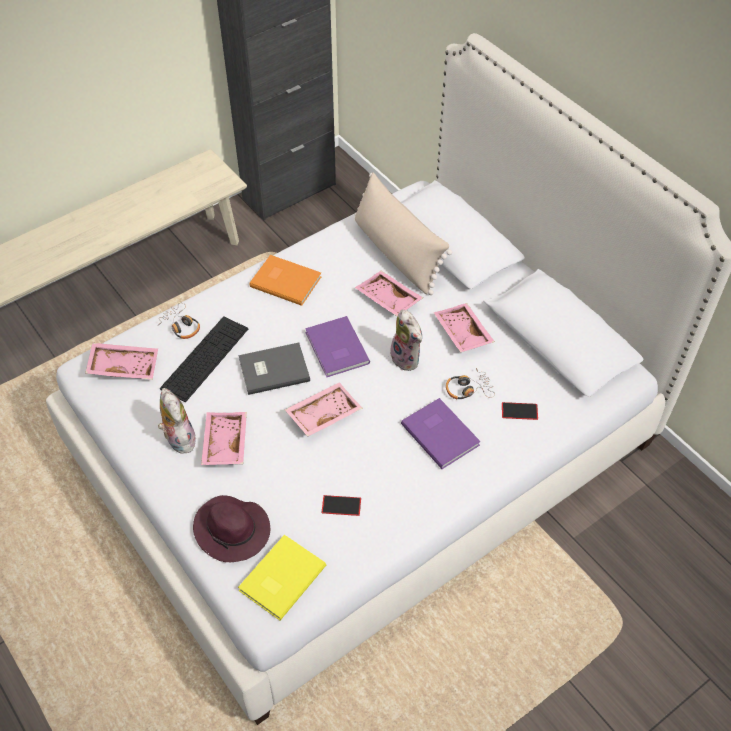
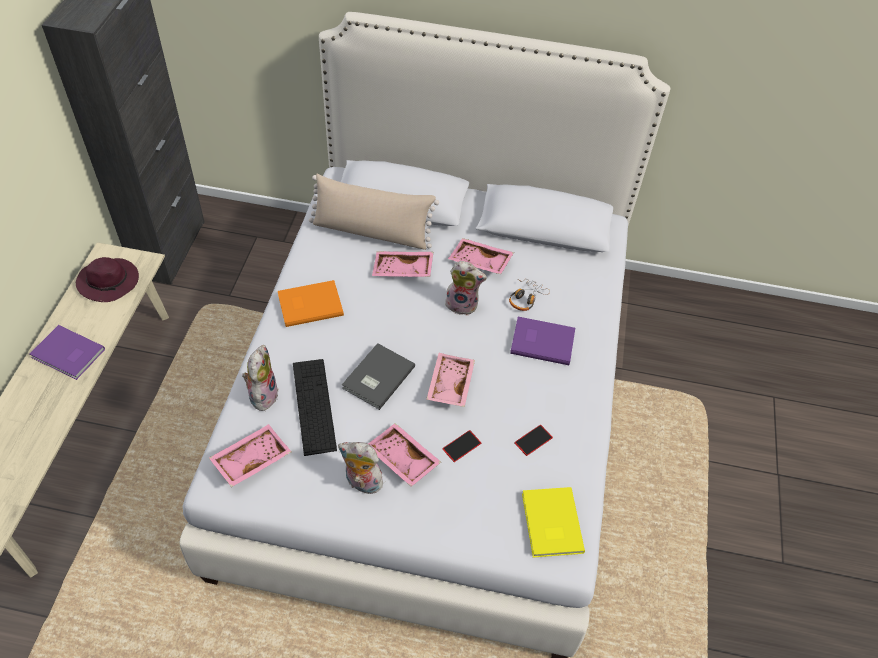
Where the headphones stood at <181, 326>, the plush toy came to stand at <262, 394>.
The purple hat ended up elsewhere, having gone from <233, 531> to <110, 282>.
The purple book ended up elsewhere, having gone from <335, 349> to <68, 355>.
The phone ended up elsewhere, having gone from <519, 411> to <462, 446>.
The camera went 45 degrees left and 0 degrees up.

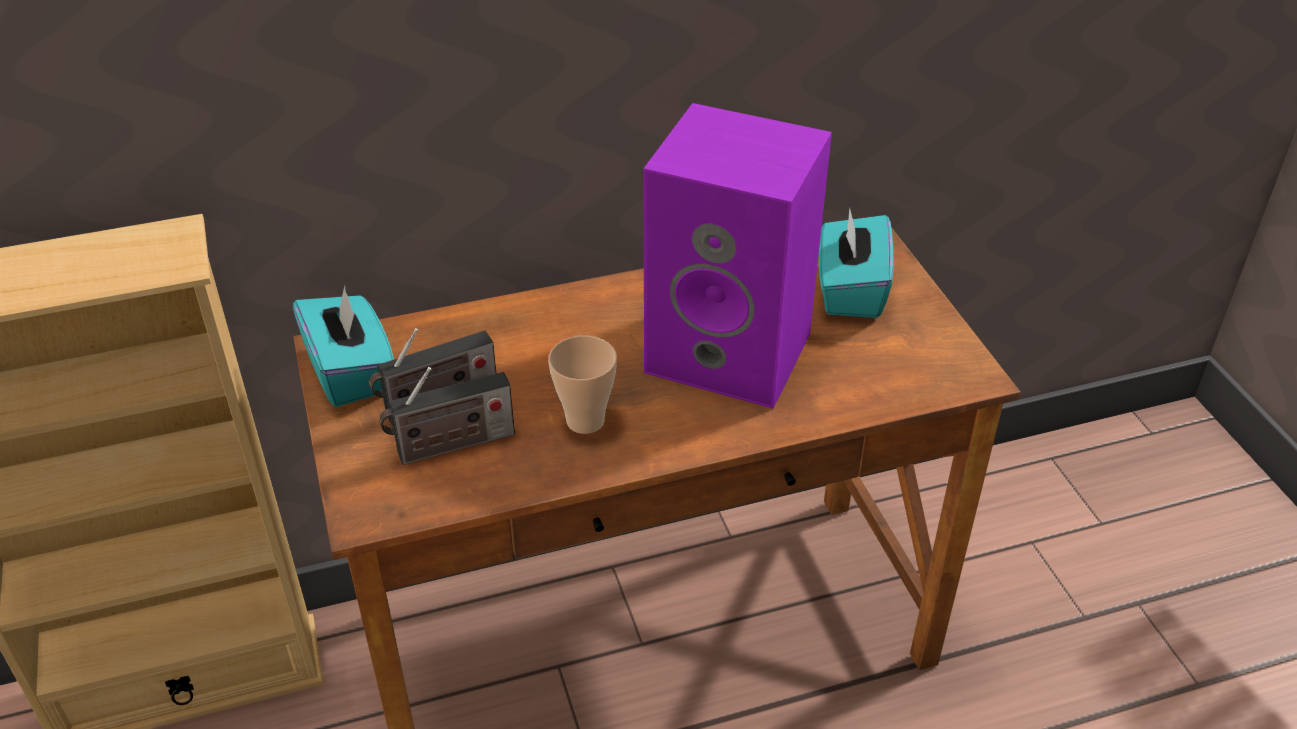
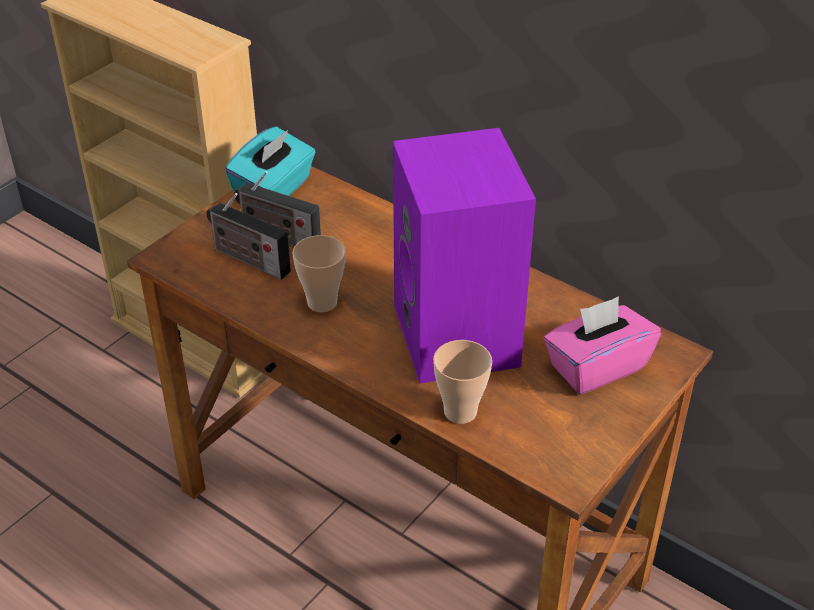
What was the turquoise tissue box at <850, 291> turned into the pink tissue box at <596, 367>.
The second view gained the cup at <460, 412>.
The camera went 55 degrees right and 0 degrees up.

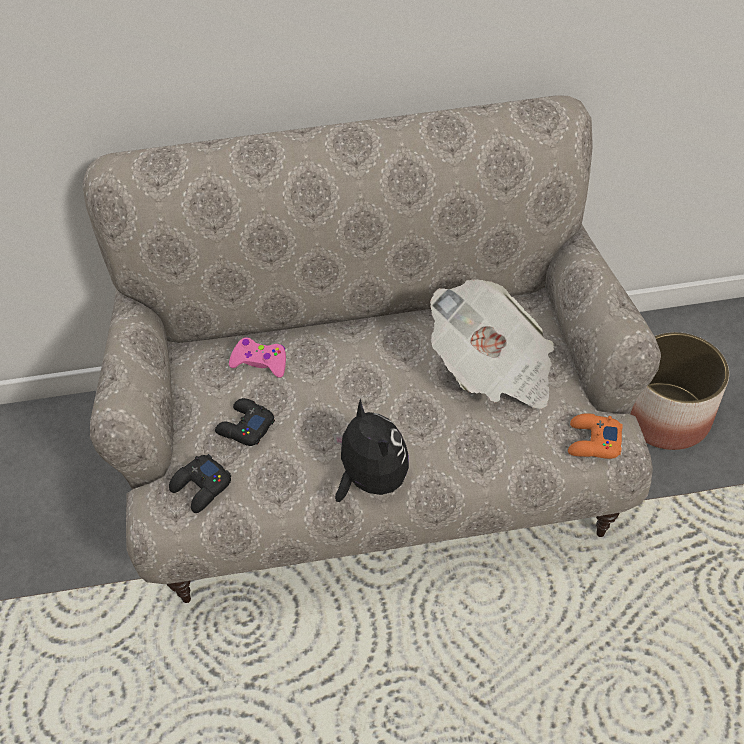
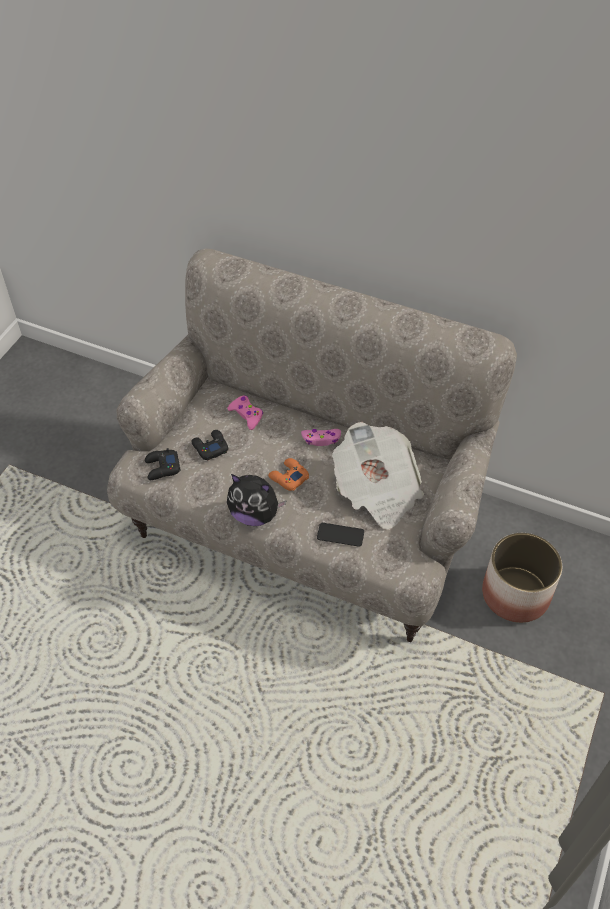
The plush toy at <371, 479> ended up facing another way, 105 degrees clockwise from before.
The orange game controller ended up elsewhere, having gone from <593, 442> to <288, 477>.
The second view gained the pink game controller at <321, 439>.
The second view gained the phone at <340, 535>.
The camera went 30 degrees right and 0 degrees up.

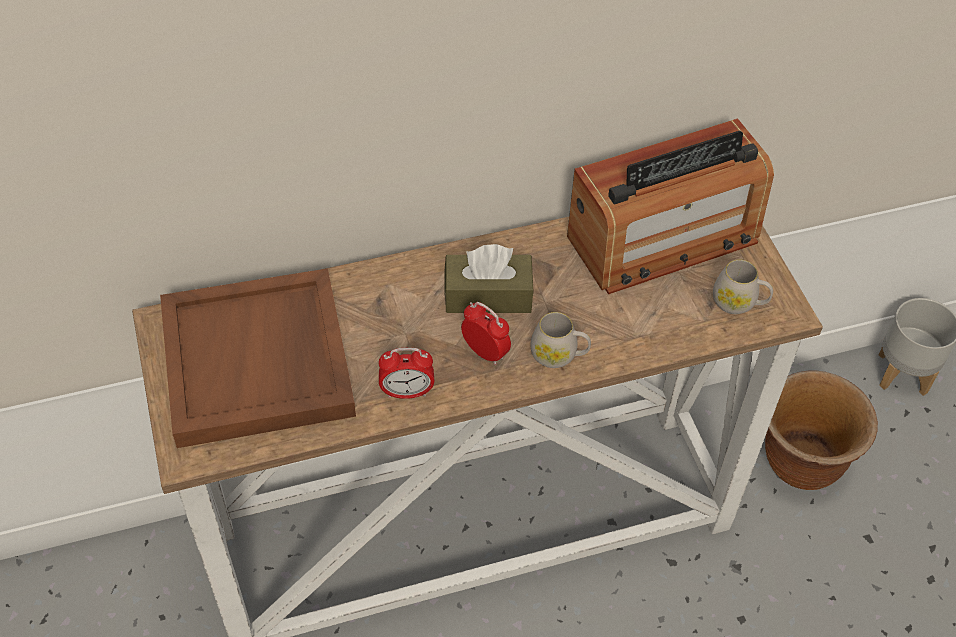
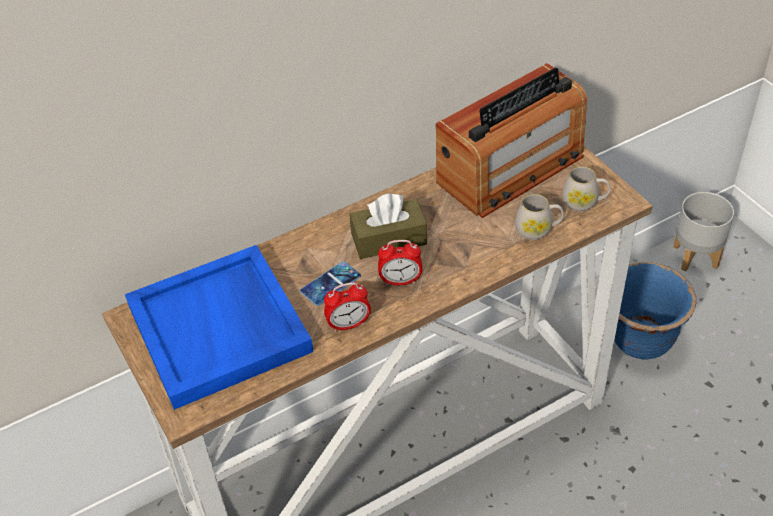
What was the brown tray at <259, 362> turned into the blue tray at <221, 329>.
The alarm clock at <485, 352> ended up facing another way, 150 degrees clockwise from before.
The white mug ended up elsewhere, having gone from <559, 355> to <538, 230>.
What was the brown planter at <801, 464> turned into the blue planter at <640, 341>.
The second view gained the phone at <330, 284>.
The camera went 10 degrees left and 5 degrees down.

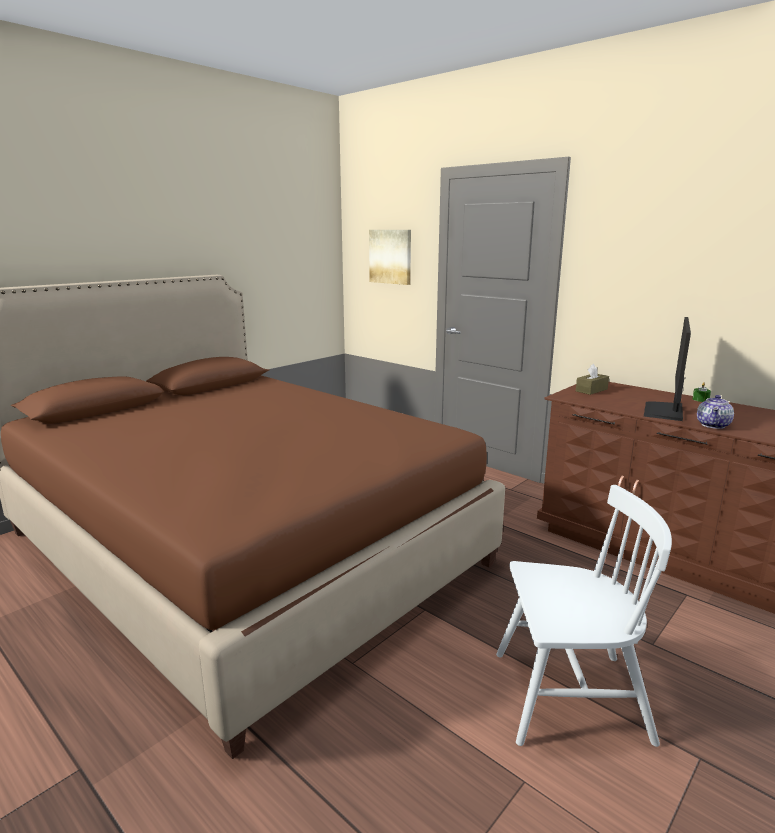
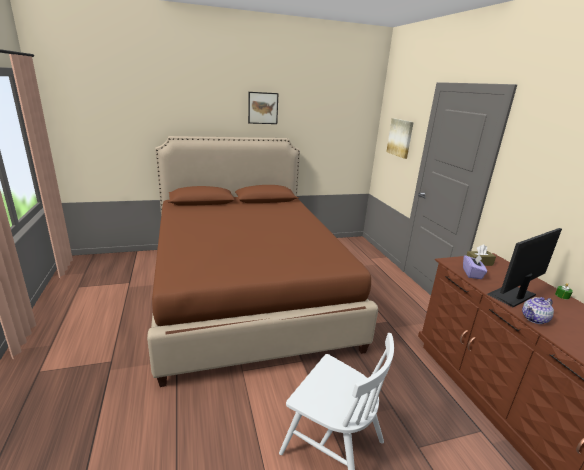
The second view gained the picture at <263, 108>.
The second view gained the purple tissue box at <472, 274>.
The camera went 30 degrees right and 5 degrees up.

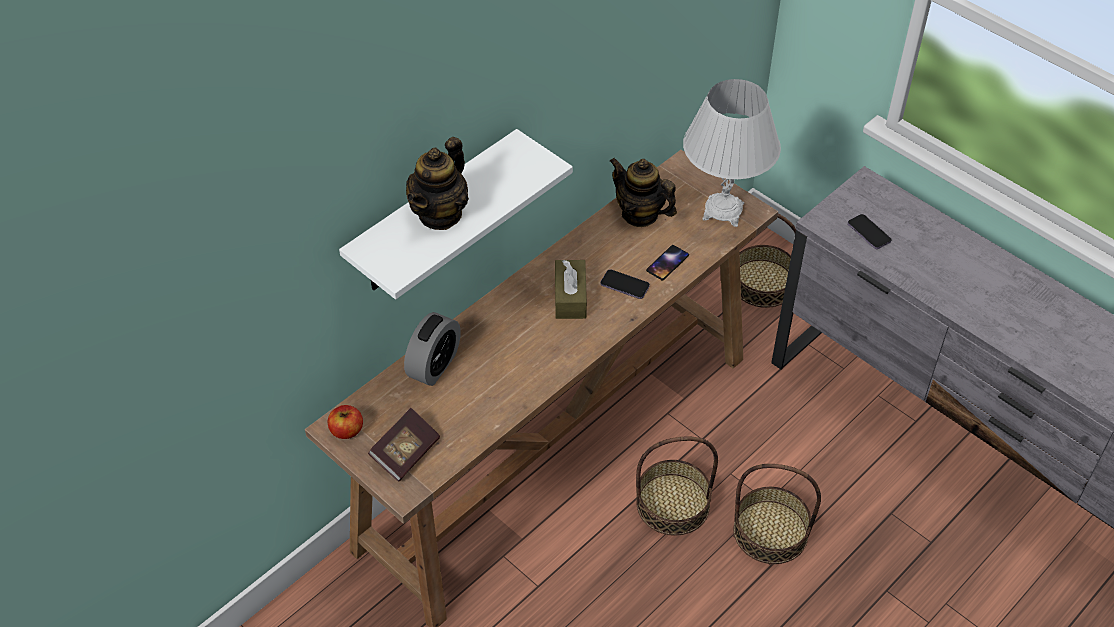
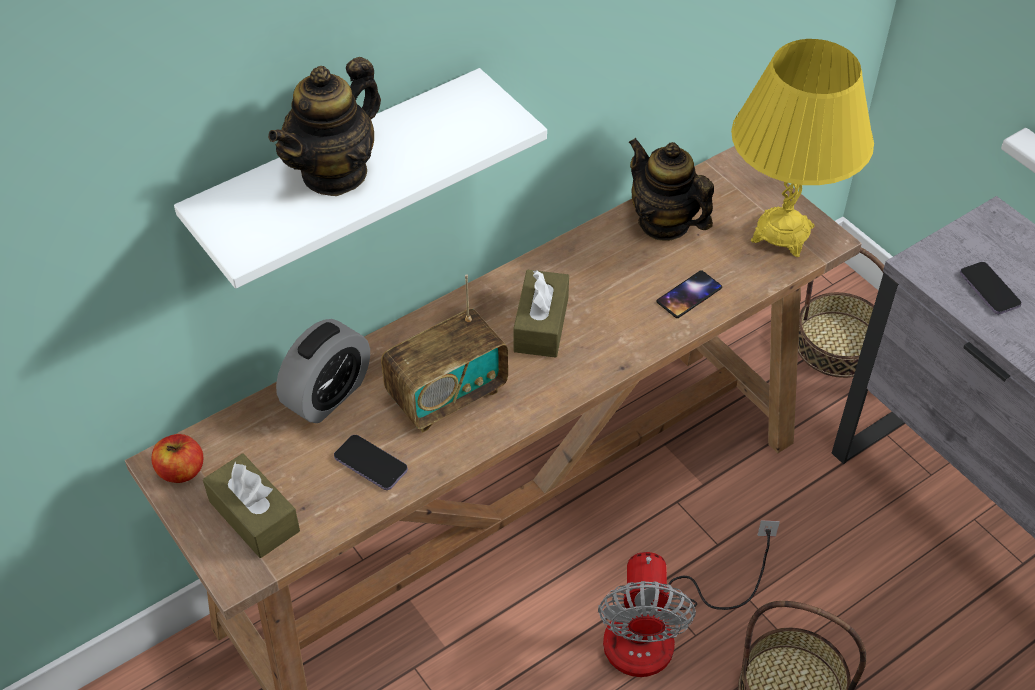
Where the book stood at <405, 453>, the brown tissue box came to stand at <254, 516>.
The phone ended up elsewhere, having gone from <624, 285> to <370, 464>.
Where the basket stood at <673, 504>, the fan came to stand at <661, 630>.
What was the white table lamp at <723, 211> turned into the yellow table lamp at <782, 233>.
The second view gained the radio at <447, 395>.
The camera went 10 degrees right and 0 degrees up.

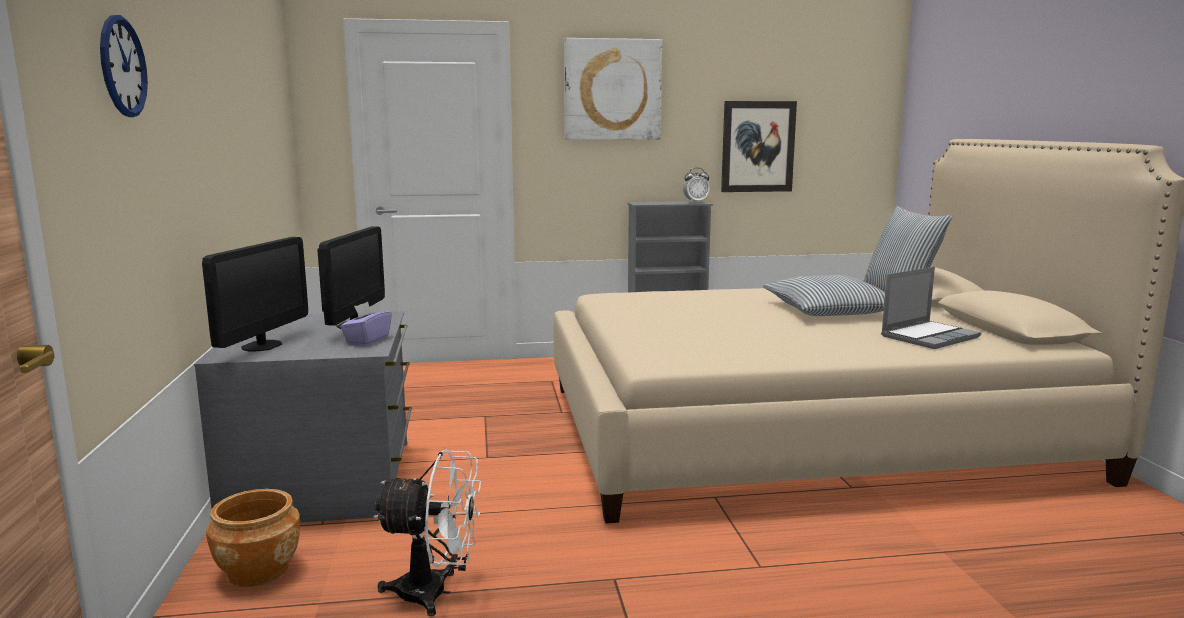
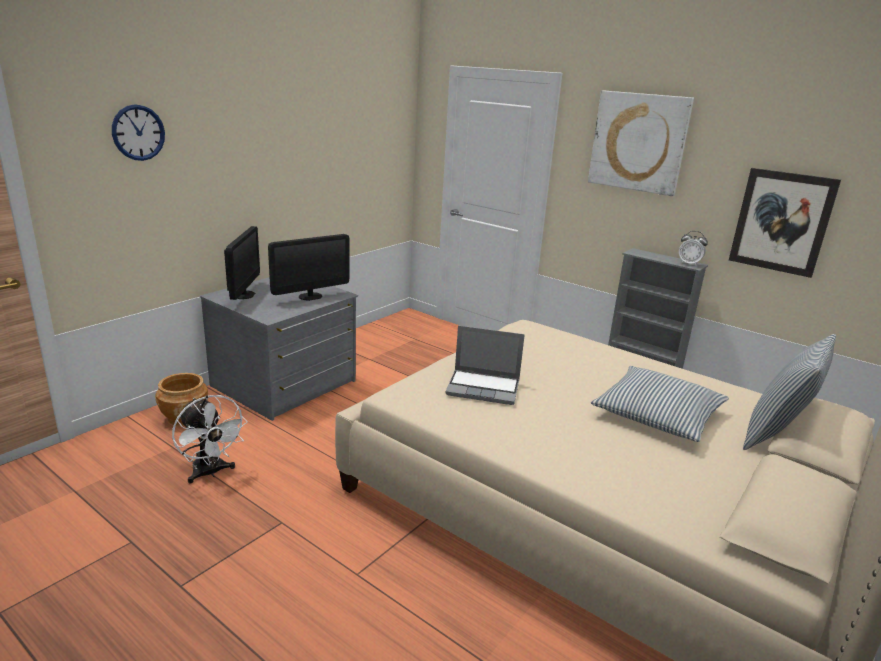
The monitor at <261, 346> ended up facing another way, 60 degrees counterclockwise from before.
The second view lost the purple tissue box at <367, 340>.
The laptop ended up elsewhere, having gone from <929, 336> to <484, 388>.
The camera went 45 degrees right and 10 degrees up.

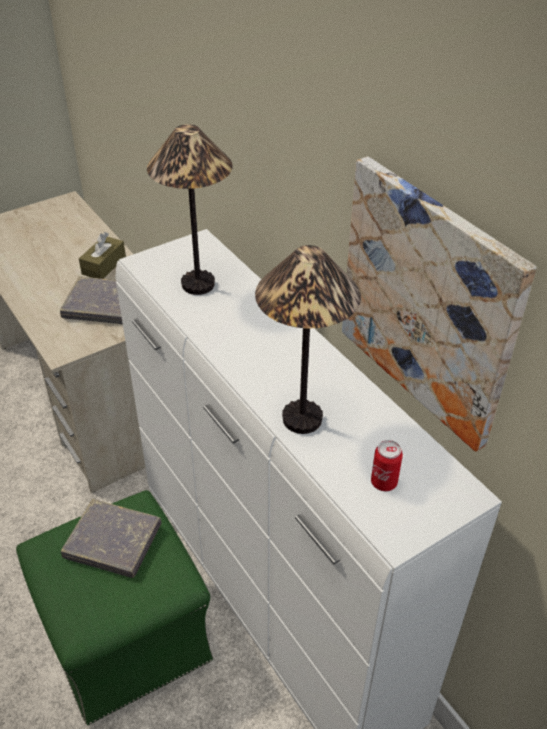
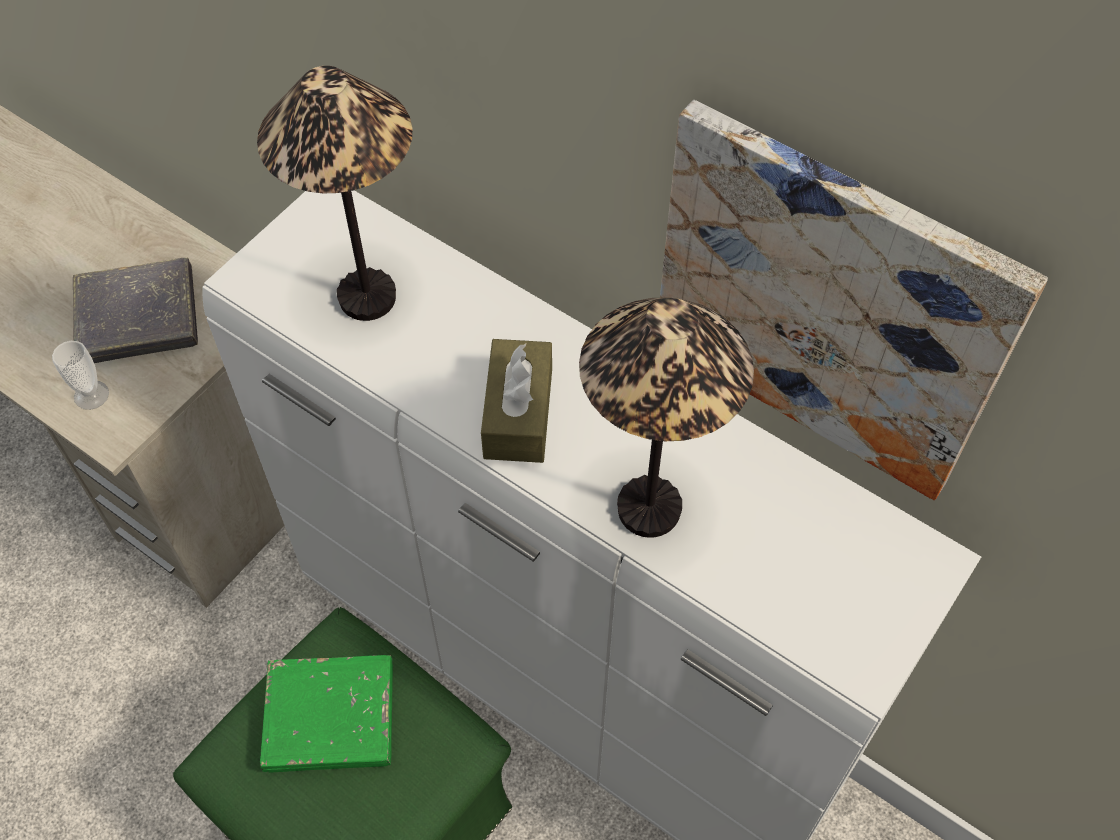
What was the grey book at <113, 541> turned into the green book at <330, 717>.
The brown tissue box ended up elsewhere, having gone from <104, 265> to <518, 413>.
The second view lost the can at <384, 482>.
The second view gained the cup at <91, 395>.
The camera went 20 degrees left and 15 degrees up.

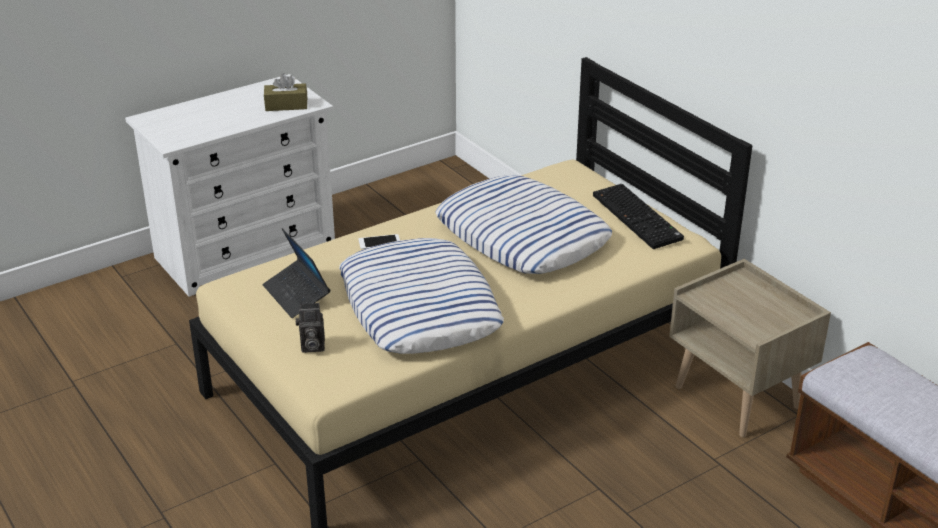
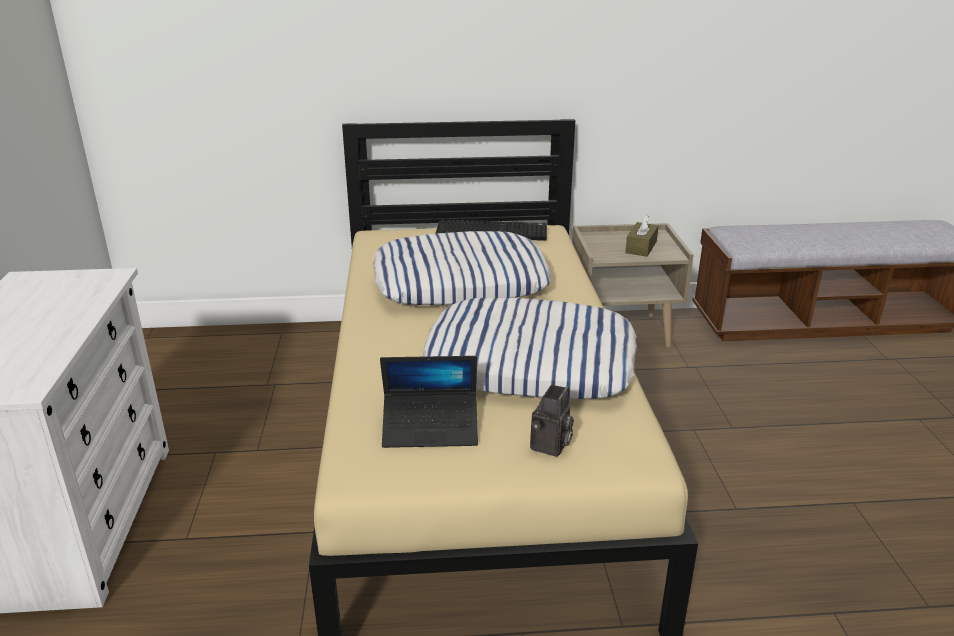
The brown tissue box ended up elsewhere, having gone from <286, 105> to <641, 247>.
The second view lost the phone at <379, 242>.
The camera went 60 degrees left and 5 degrees down.

